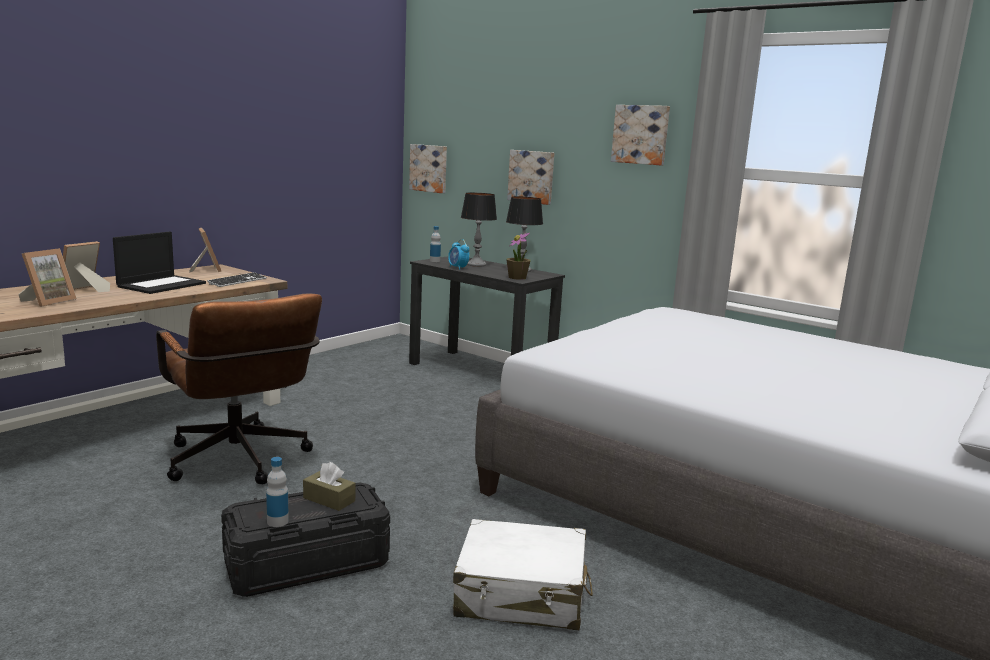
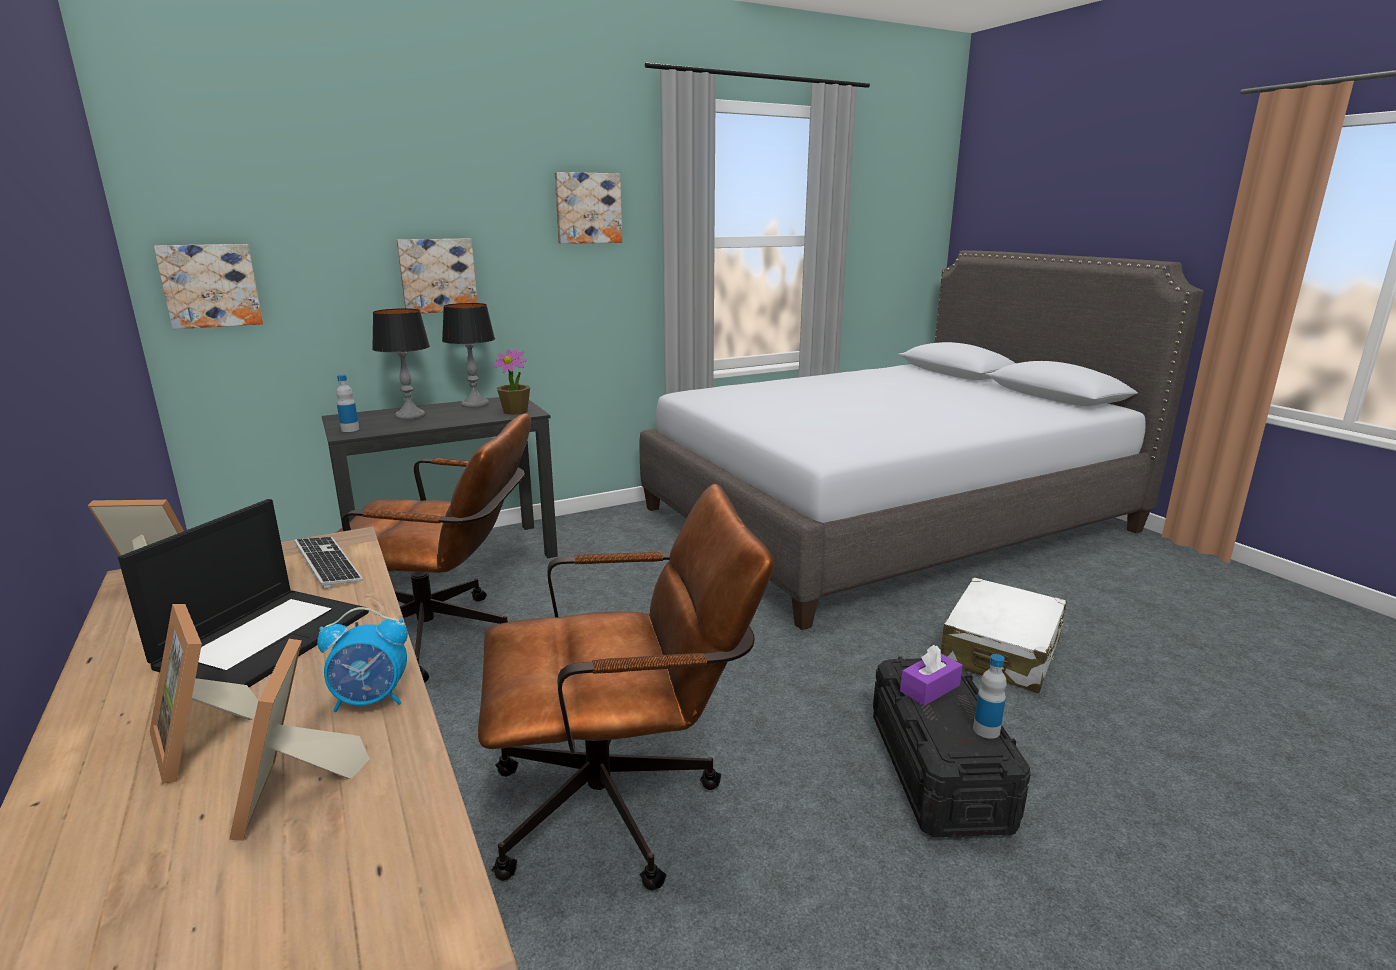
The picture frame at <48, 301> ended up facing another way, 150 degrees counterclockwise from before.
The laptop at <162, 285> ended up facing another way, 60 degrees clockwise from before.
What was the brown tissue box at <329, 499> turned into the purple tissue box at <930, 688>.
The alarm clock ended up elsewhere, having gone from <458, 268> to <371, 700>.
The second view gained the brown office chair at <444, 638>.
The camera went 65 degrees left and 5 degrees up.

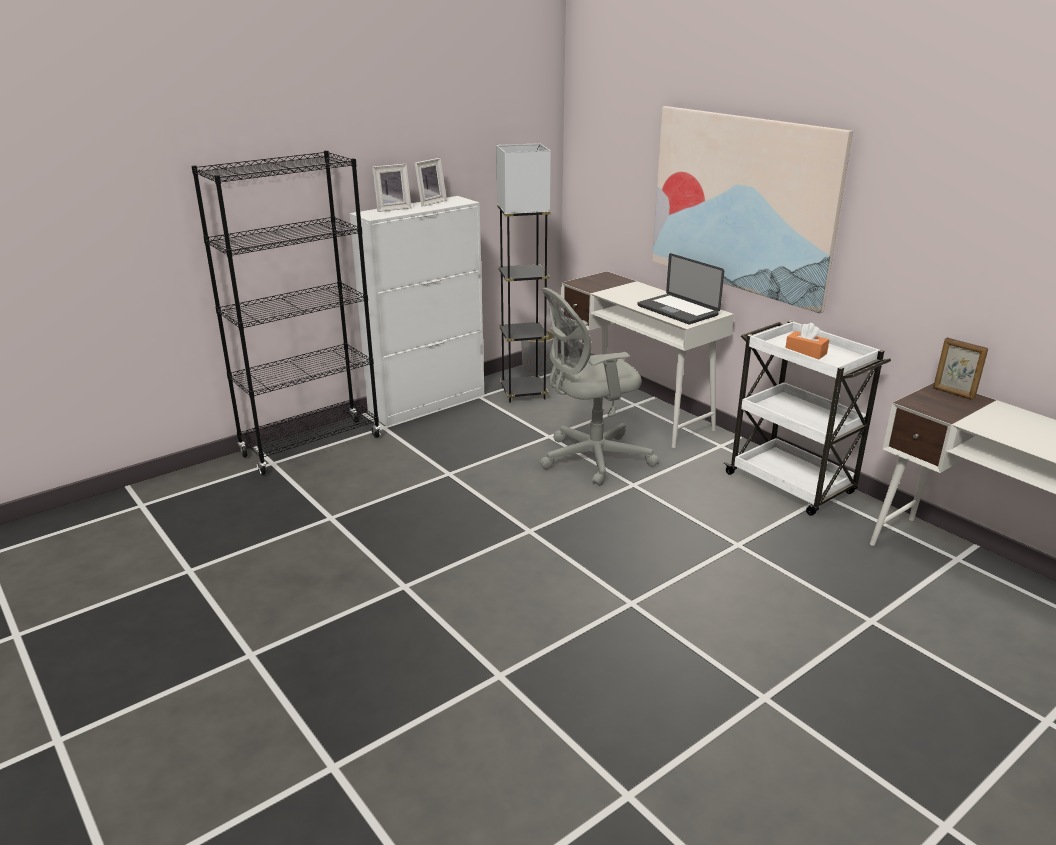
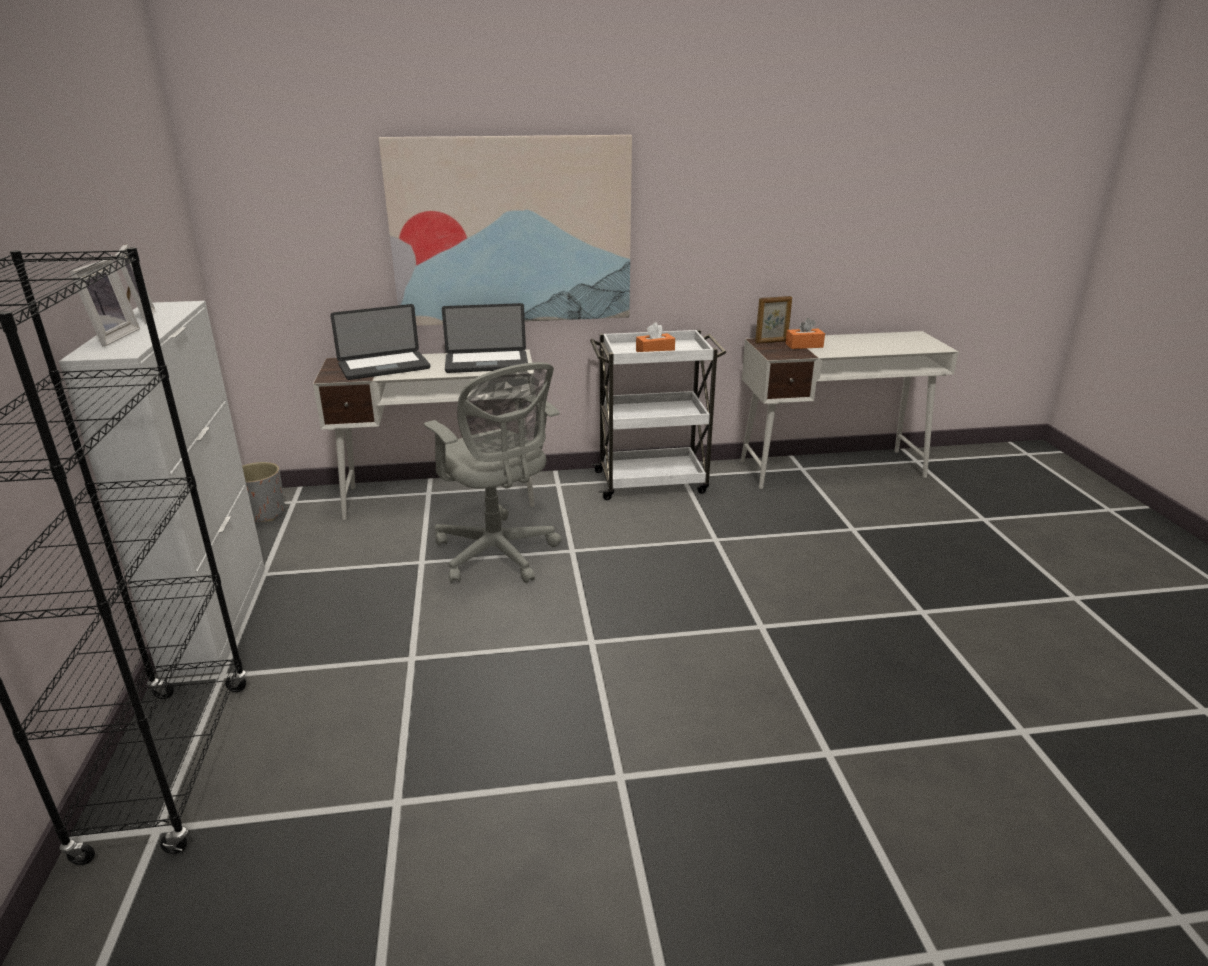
The second view lost the black floor lamp at <523, 393>.
The grey office chair at <590, 459> ended up facing another way, 45 degrees counterclockwise from before.
The second view gained the laptop at <384, 367>.
The second view gained the orange tissue box at <804, 345>.
The camera went 60 degrees left and 0 degrees up.

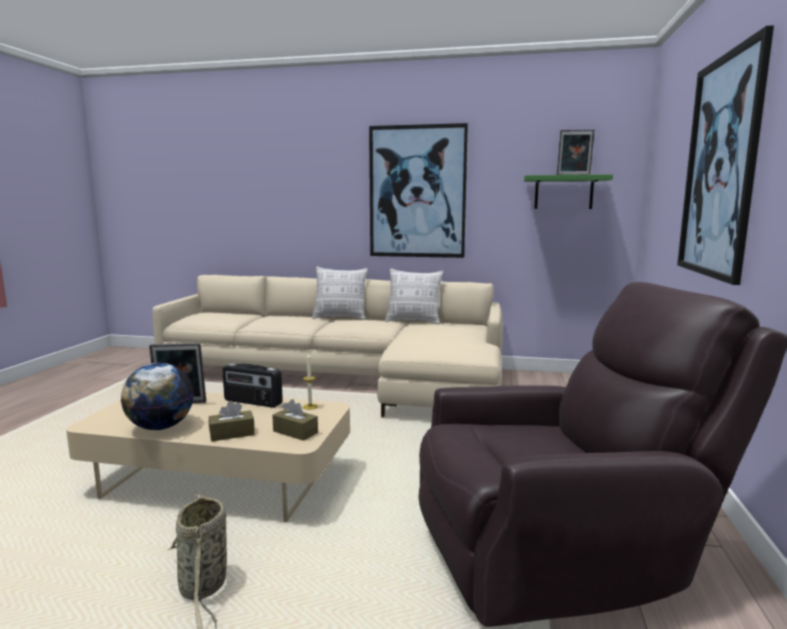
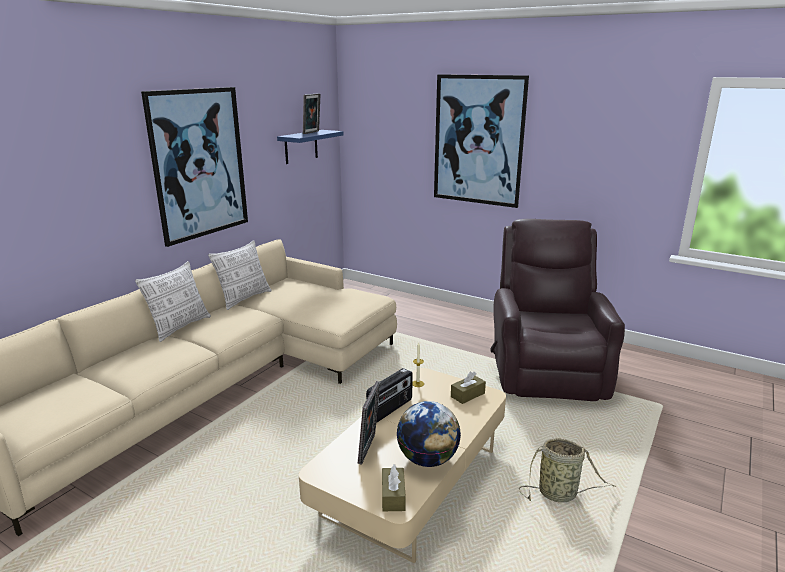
The brown tissue box ended up elsewhere, having gone from <232, 434> to <393, 496>.
What was the green shelf at <563, 192> turned into the blue shelf at <301, 146>.
The camera went 70 degrees left and 10 degrees up.

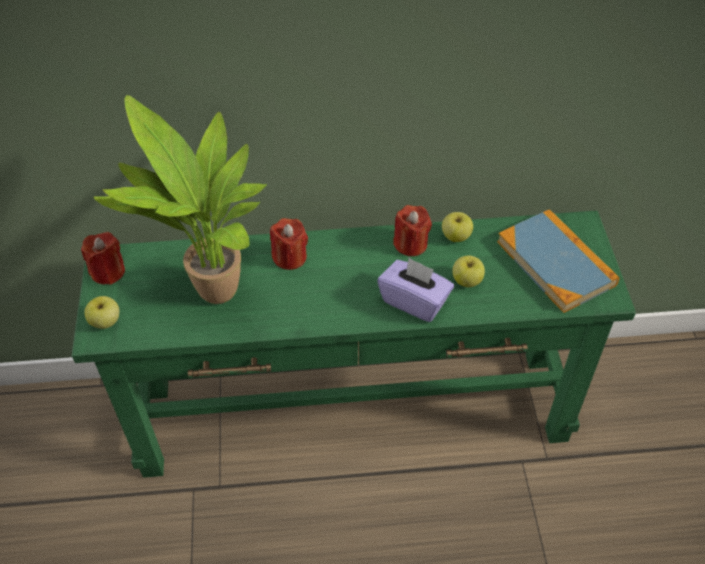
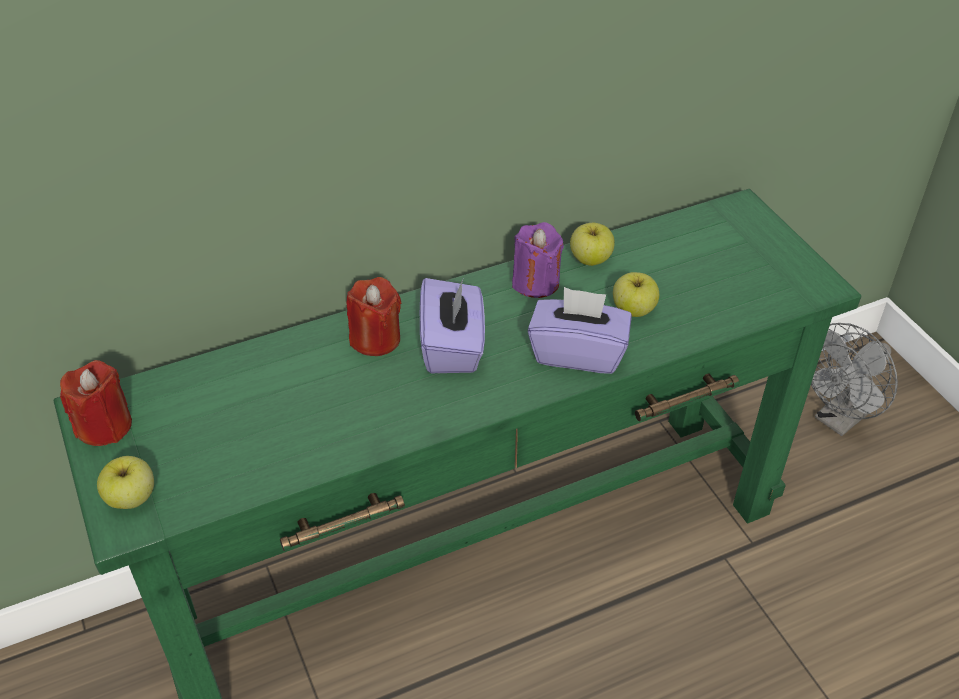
The second view lost the potted plant at <212, 294>.
What was the red candle at <411, 244> turned into the purple candle at <535, 282>.
The second view lost the book at <555, 263>.
The second view gained the purple tissue box at <453, 347>.
The second view gained the grey fan at <839, 419>.
The camera went 20 degrees left and 5 degrees down.

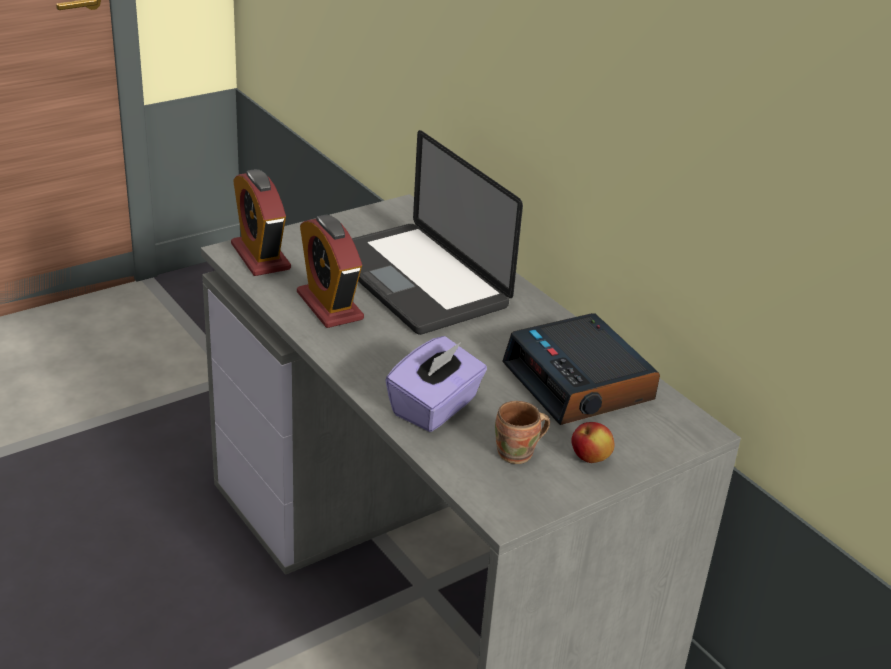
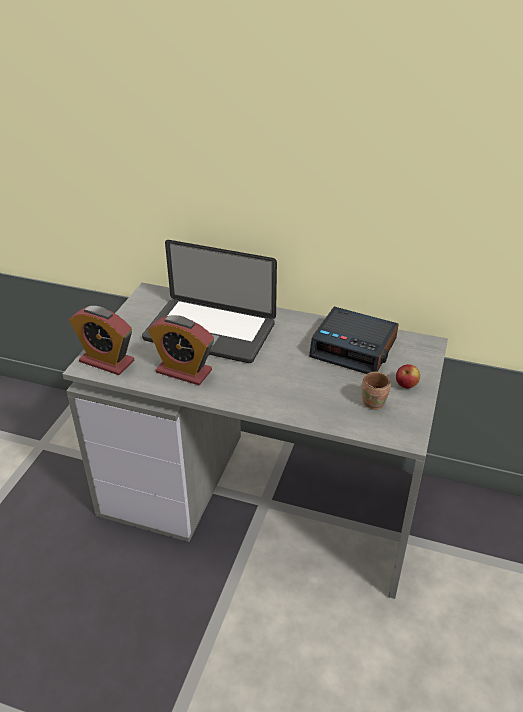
The second view lost the purple tissue box at <435, 407>.
The camera went 35 degrees left and 5 degrees up.

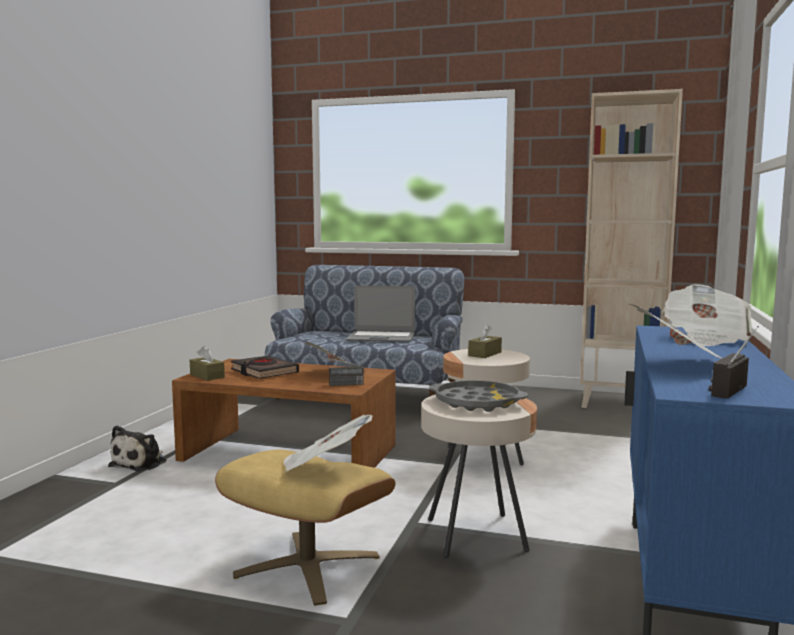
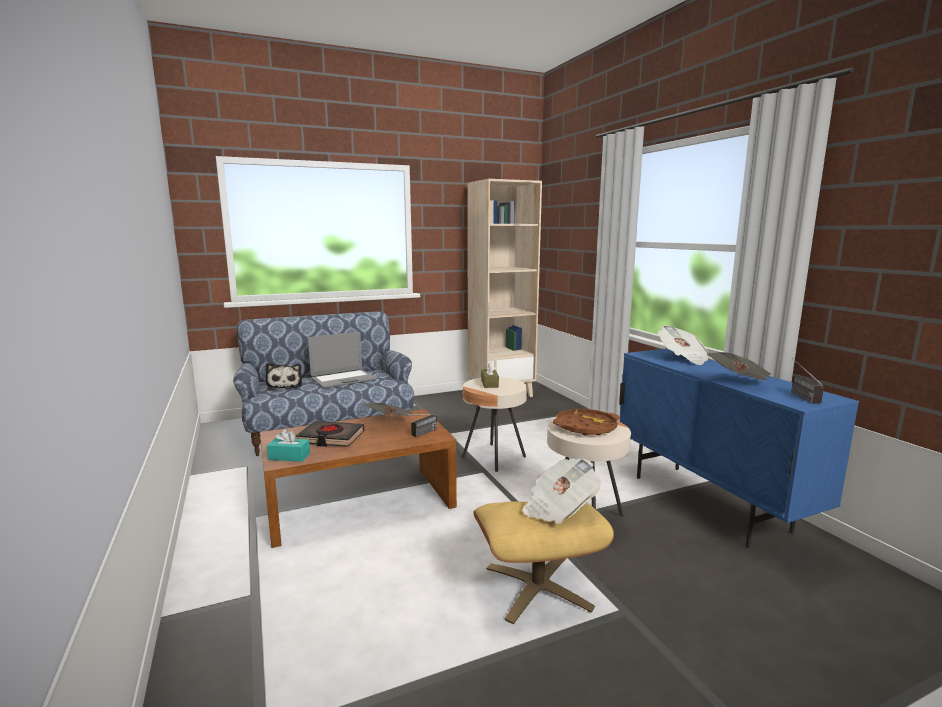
The plush toy ended up elsewhere, having gone from <141, 463> to <284, 386>.
What was the brown tissue box at <207, 376> turned into the turquoise tissue box at <289, 456>.
What was the grey tray at <477, 403> turned into the brown tray at <585, 427>.
The camera went 40 degrees left and 5 degrees up.

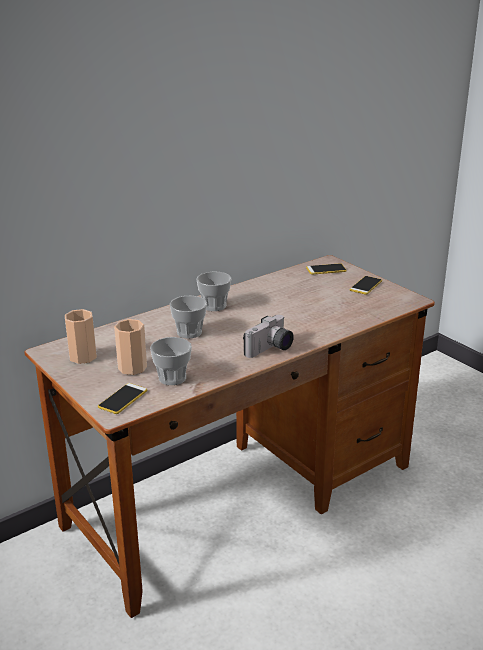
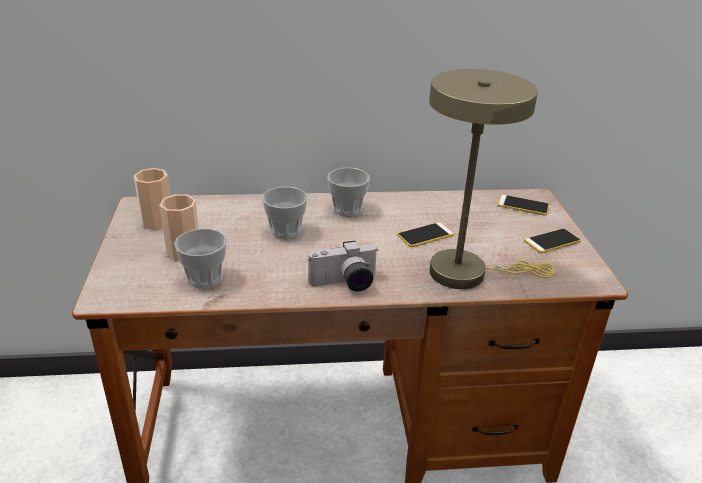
The phone ended up elsewhere, having gone from <123, 399> to <425, 235>.
The second view gained the beige table lamp at <467, 272>.
The camera went 30 degrees right and 5 degrees up.

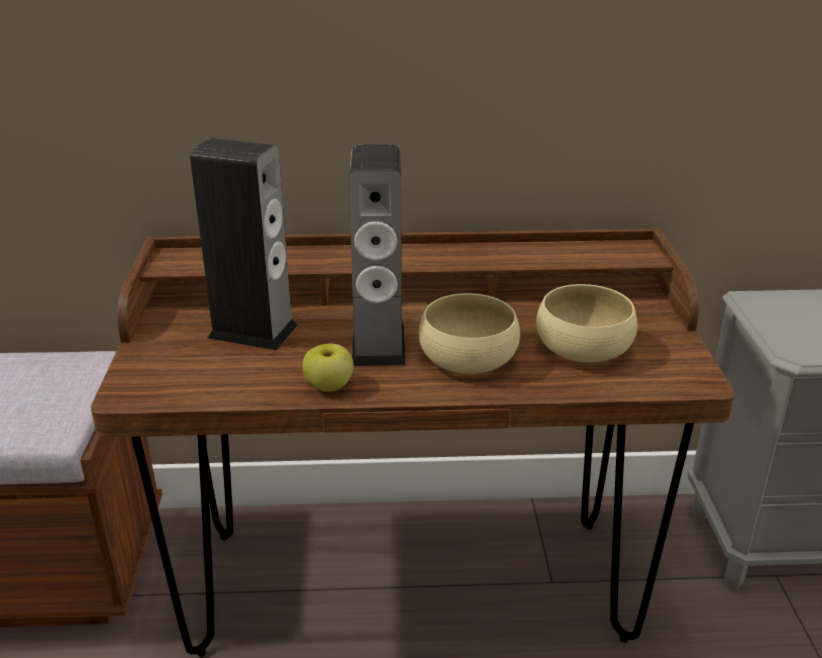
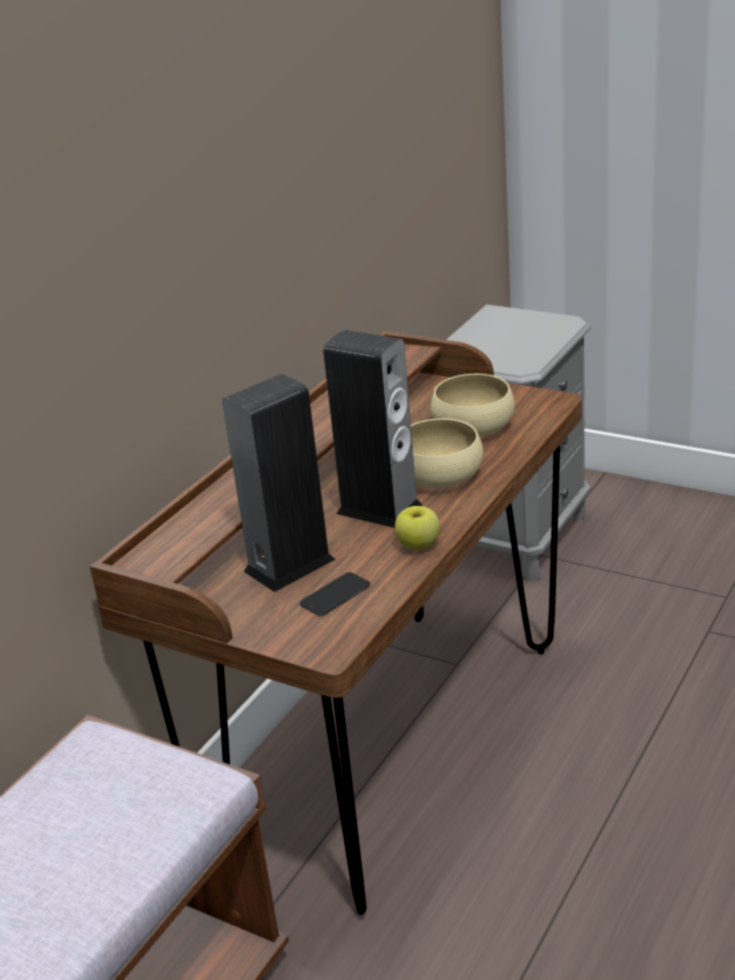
The second view gained the phone at <335, 595>.
The camera went 55 degrees left and 0 degrees up.

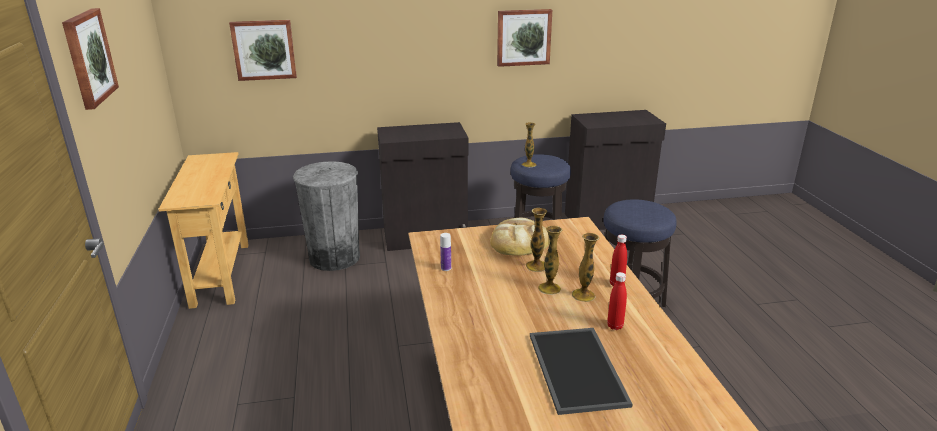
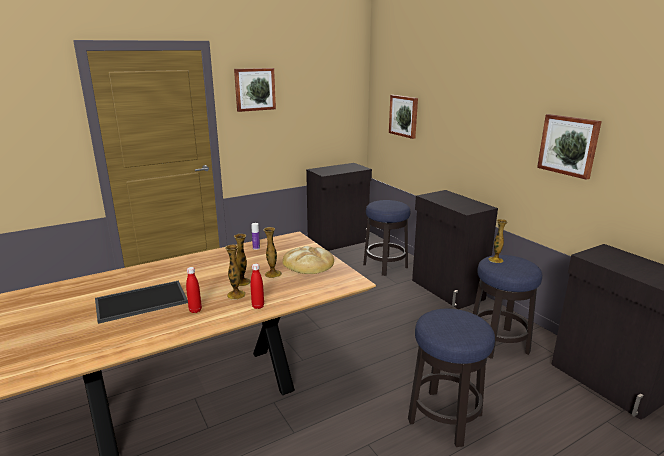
Where the beige console table stood at <221, 274>, the black cabinet came to stand at <339, 242>.
Where the grey trash can stood at <334, 257>, the stool came to stand at <385, 266>.
The camera went 70 degrees right and 5 degrees down.

